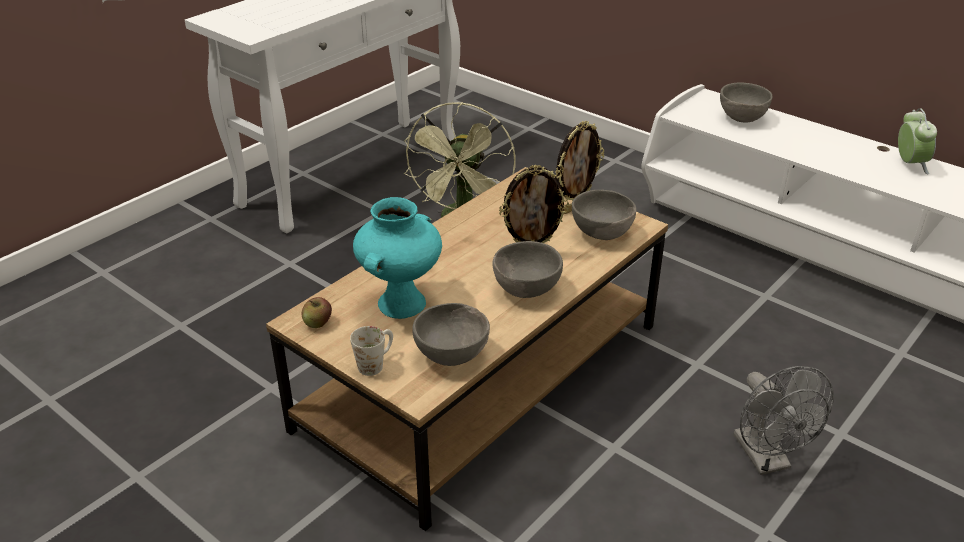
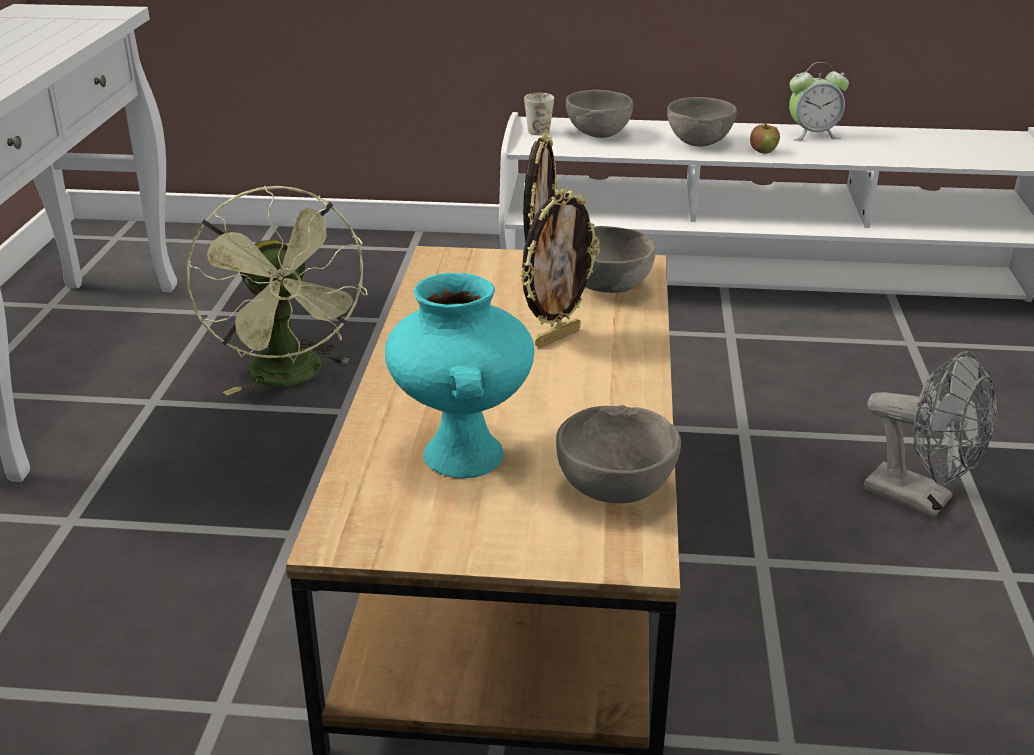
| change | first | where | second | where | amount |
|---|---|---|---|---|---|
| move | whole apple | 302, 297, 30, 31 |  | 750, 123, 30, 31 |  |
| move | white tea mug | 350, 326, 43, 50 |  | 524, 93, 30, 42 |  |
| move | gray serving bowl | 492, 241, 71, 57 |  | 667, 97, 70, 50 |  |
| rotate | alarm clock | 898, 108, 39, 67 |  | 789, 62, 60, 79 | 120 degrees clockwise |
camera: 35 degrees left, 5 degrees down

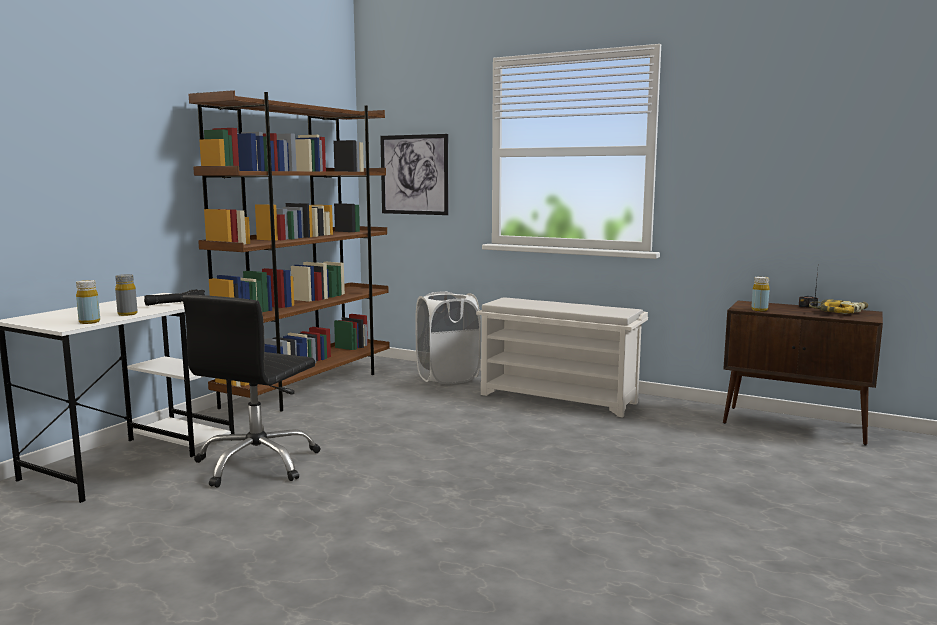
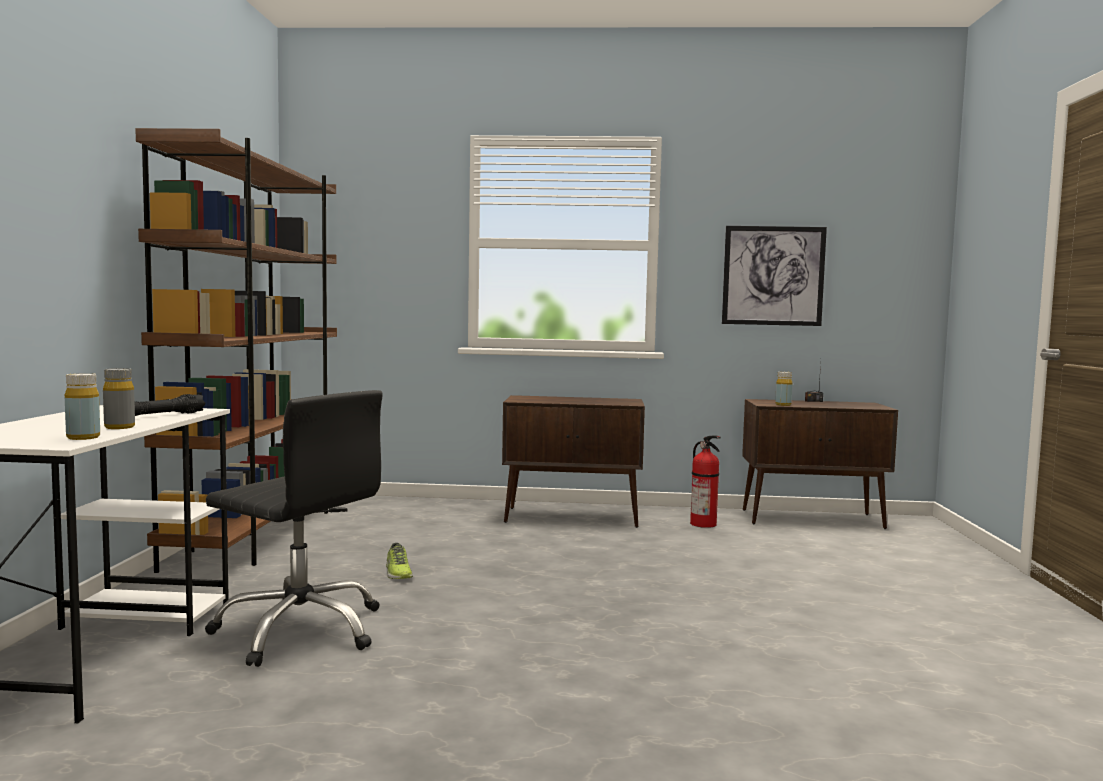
| change | first | where | second | where | amount |
|---|---|---|---|---|---|
| delete | white hamper | 415, 291, 66, 93 |  |  |  |
| delete | drill | 809, 299, 59, 15 |  |  |  |
| insert |  |  | low shoe | 386, 543, 27, 36 |  |
| insert |  |  | fire-fighting cylinder | 690, 436, 31, 92 |  |
| move | wall picture | 380, 134, 69, 81 |  | 722, 226, 105, 100 |  |
| replace | white shoe stand | 476, 297, 172, 120 | brown-coloured cabinet | 502, 395, 143, 133 |  |
| rotate | black office chair | 182, 295, 139, 193 |  | 205, 390, 178, 277 | 60 degrees counterclockwise |
camera: 25 degrees left, 5 degrees down

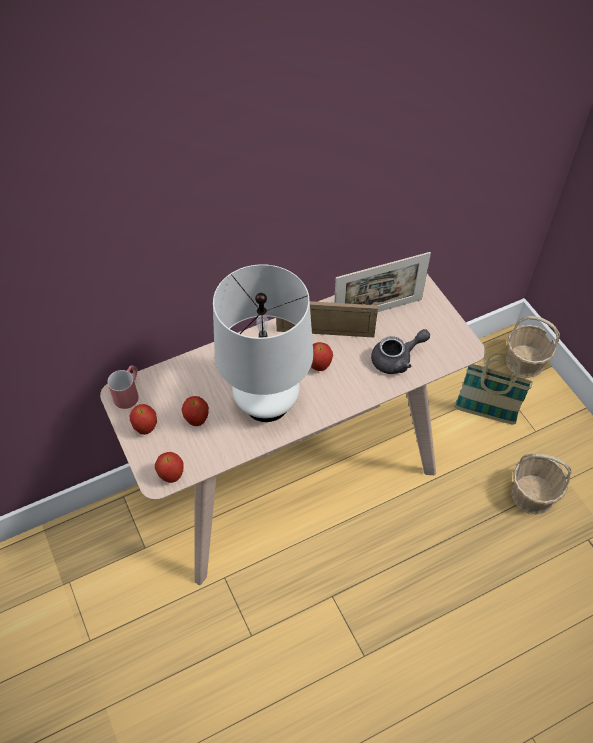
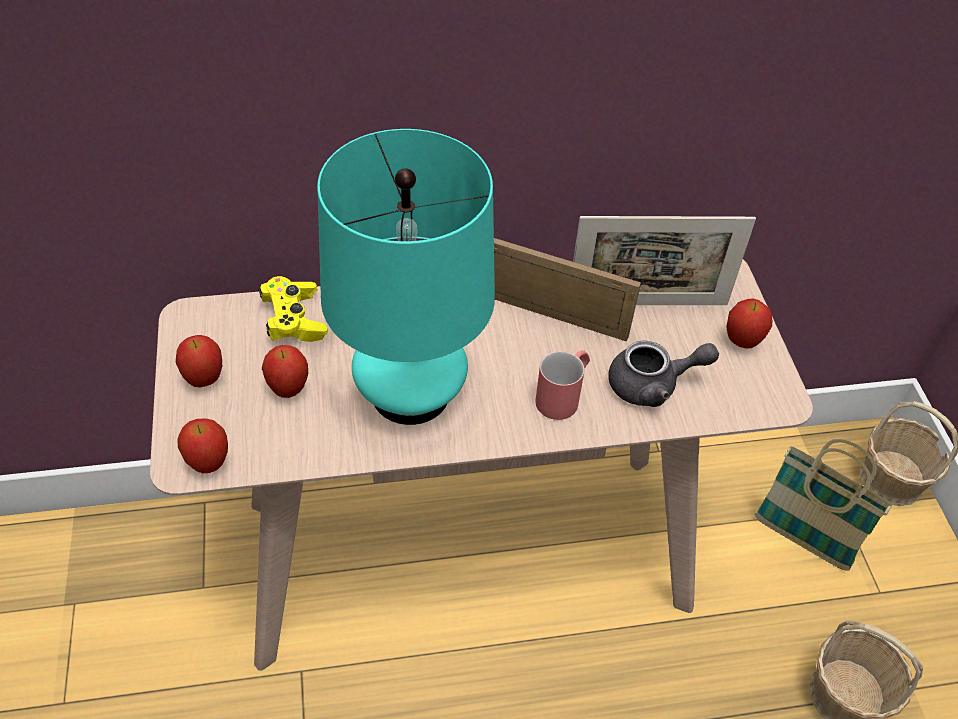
| change | first | where | second | where | amount |
|---|---|---|---|---|---|
| insert |  |  | yellow game controller | 258, 276, 70, 66 |  |
| move | red tea mug | 107, 365, 31, 44 |  | 535, 350, 55, 70 |  |
| move | whole apple | 311, 342, 22, 29 |  | 726, 298, 46, 50 |  |
| recolor | white tabletop lamp | 213, 264, 100, 158 | blue-green tabletop lamp | 317, 129, 178, 296 |  |
camera: 15 degrees right, 5 degrees down

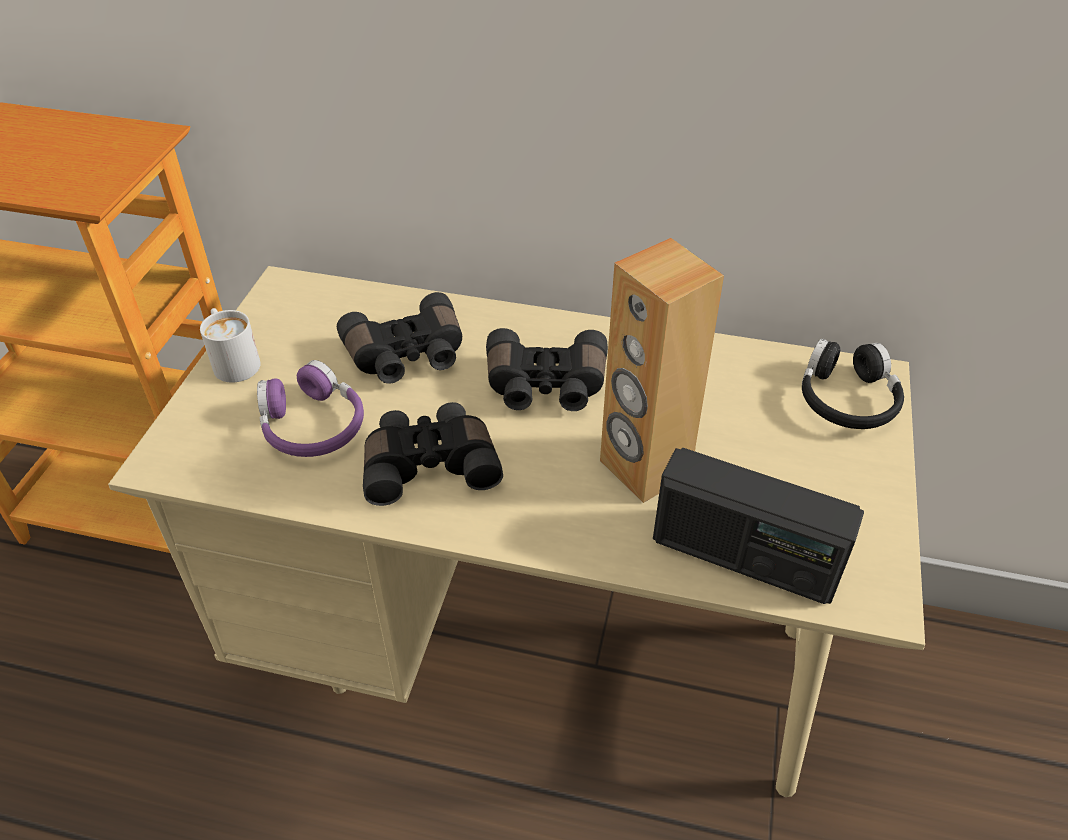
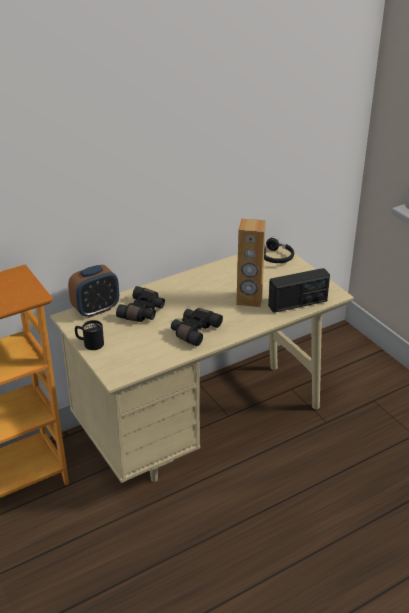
| change | first | where | second | where | amount |
|---|---|---|---|---|---|
| delete | purplish headphones | 257, 360, 107, 97 |  |  |  |
| delete | black pair of binoculars | 486, 328, 122, 83 |  |  |  |
| insert |  |  | alarm clock | 68, 265, 51, 53 |  |
| recolor | white tea mug | 200, 308, 61, 75 | black tea mug | 75, 320, 29, 30 |  |
camera: 45 degrees left, 10 degrees down

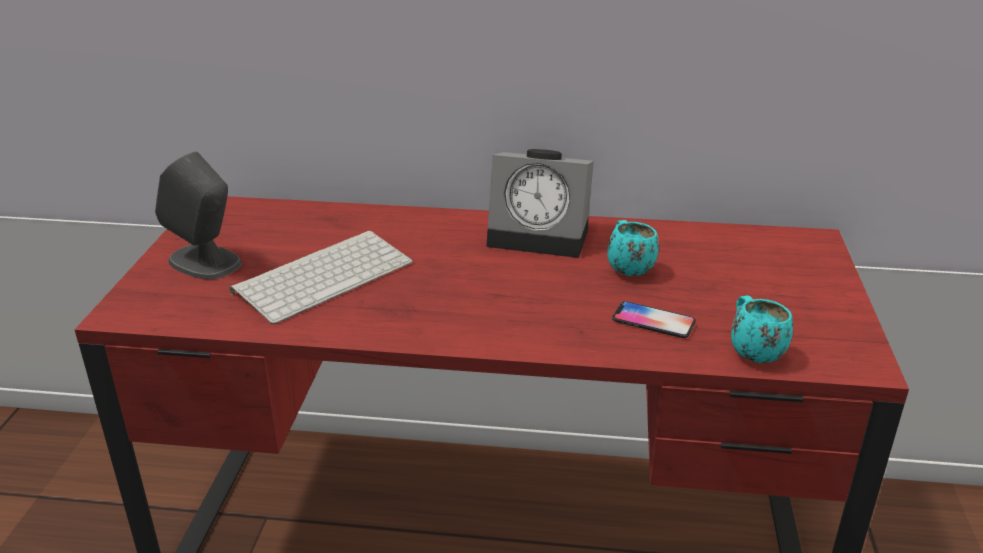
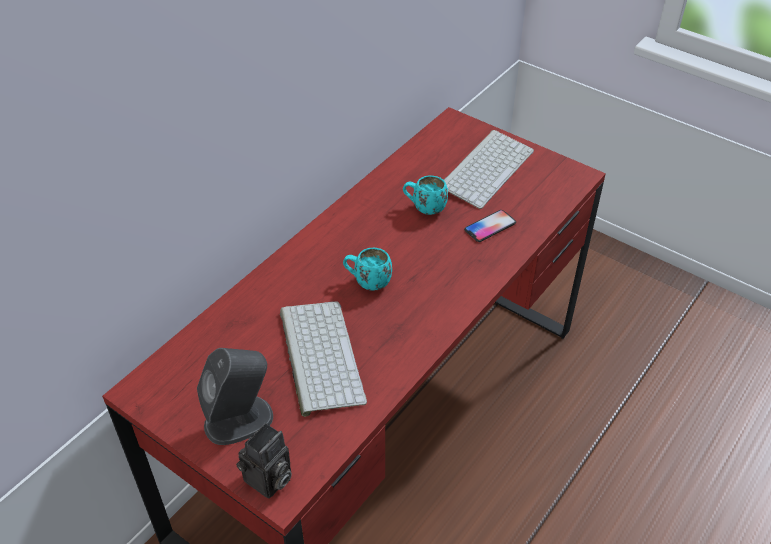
| change | first | where | second | where | amount |
|---|---|---|---|---|---|
| delete | alarm clock | 486, 149, 108, 109 |  |  |  |
| insert |  |  | still camera | 236, 423, 56, 76 |  |
| insert |  |  | keyboard | 444, 130, 90, 79 |  |
| move | blue-green tea mug | 731, 295, 62, 68 |  | 343, 248, 49, 43 |  |
camera: 60 degrees left, 15 degrees up

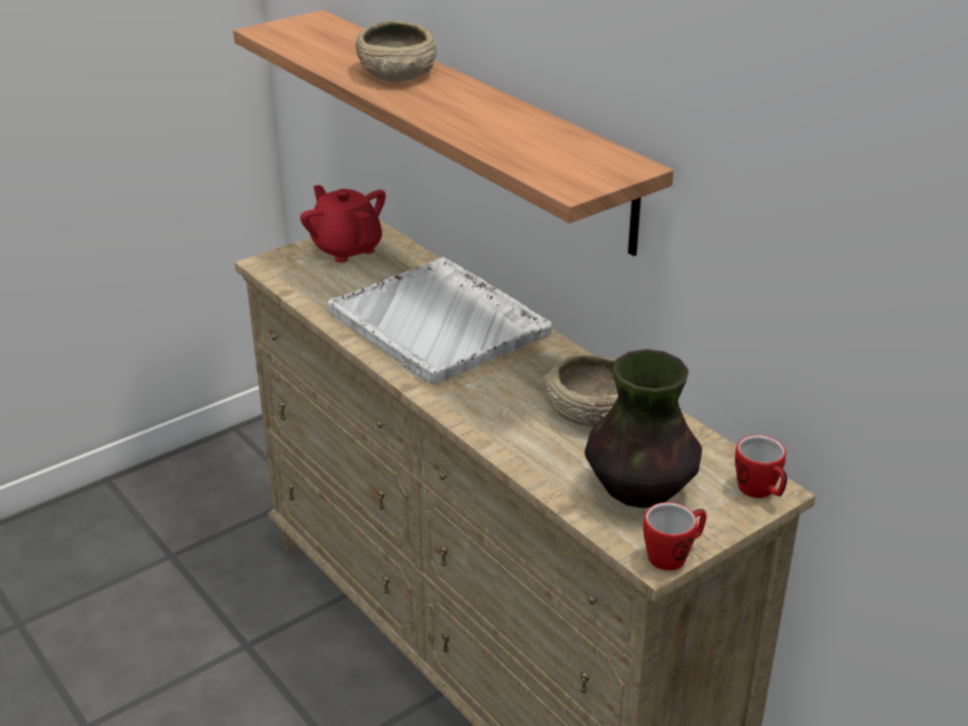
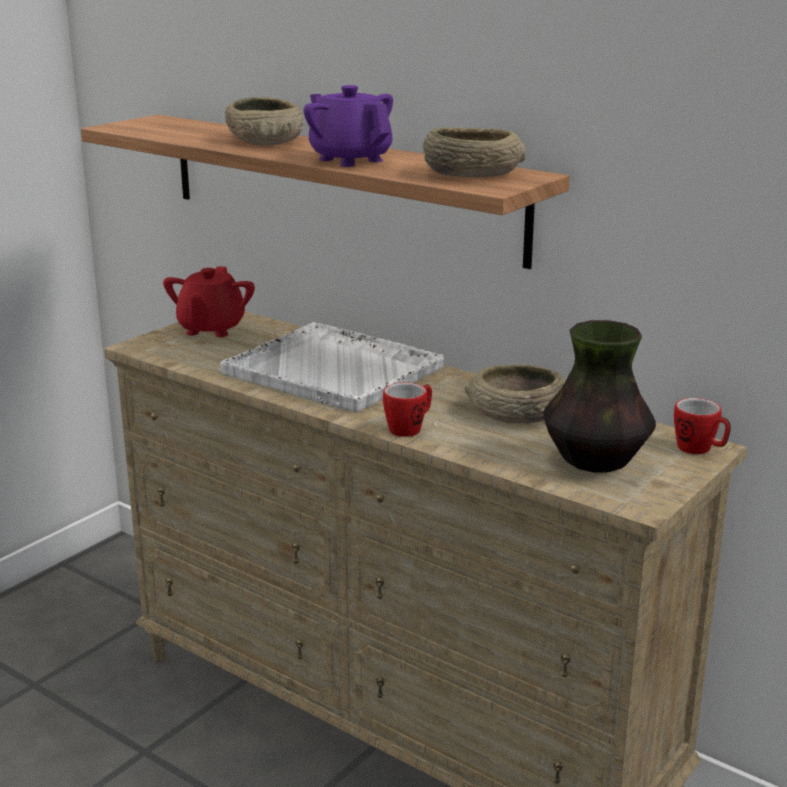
| change | first | where | second | where | amount |
|---|---|---|---|---|---|
| insert |  |  | purplish pot for tea | 303, 85, 90, 82 |  |
| insert |  |  | sand-coloured serving bowl | 423, 127, 103, 50 |  |
| move | tea mug | 643, 502, 64, 69 |  | 383, 382, 49, 55 |  |
| rotate | red pot for tea | 300, 185, 86, 78 |  | 163, 266, 92, 71 | 120 degrees counterclockwise |
camera: 15 degrees left, 10 degrees down

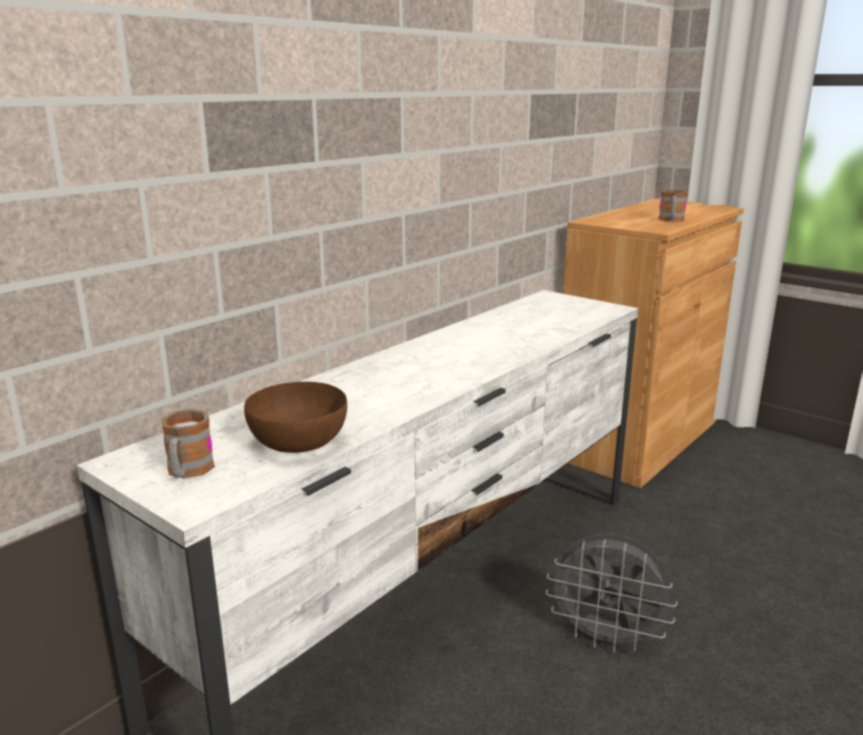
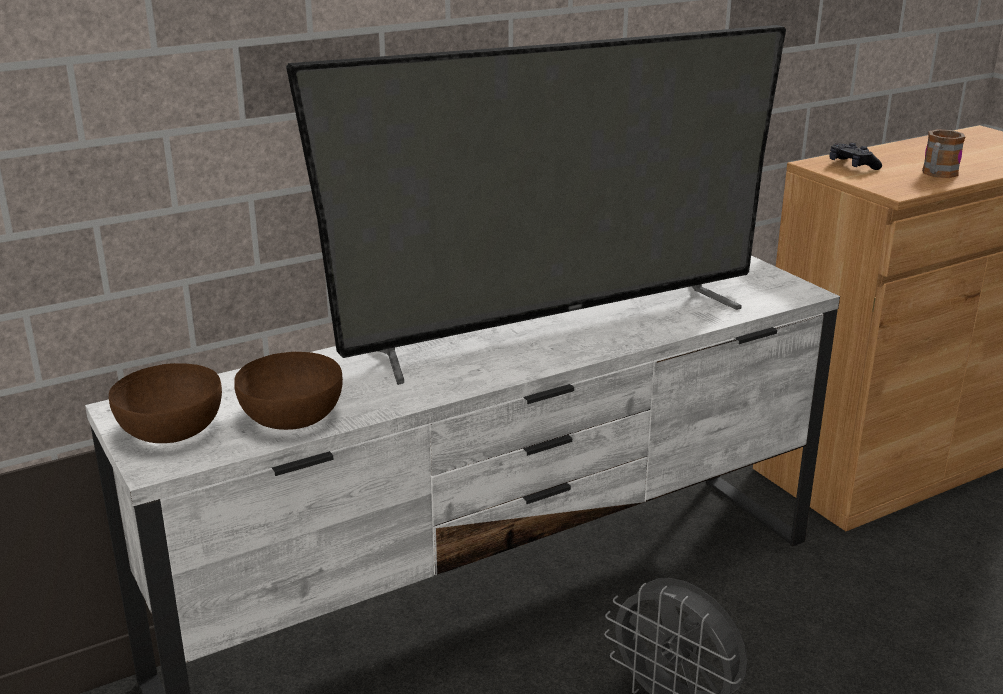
| change | first | where | second | where | amount |
|---|---|---|---|---|---|
| insert |  |  | television | 286, 25, 500, 360 |  |
| insert |  |  | black game controller | 830, 143, 52, 27 |  |
| replace | tea mug | 161, 409, 54, 70 | brown-coloured serving bowl | 109, 363, 113, 80 |  |
camera: 20 degrees right, 5 degrees up

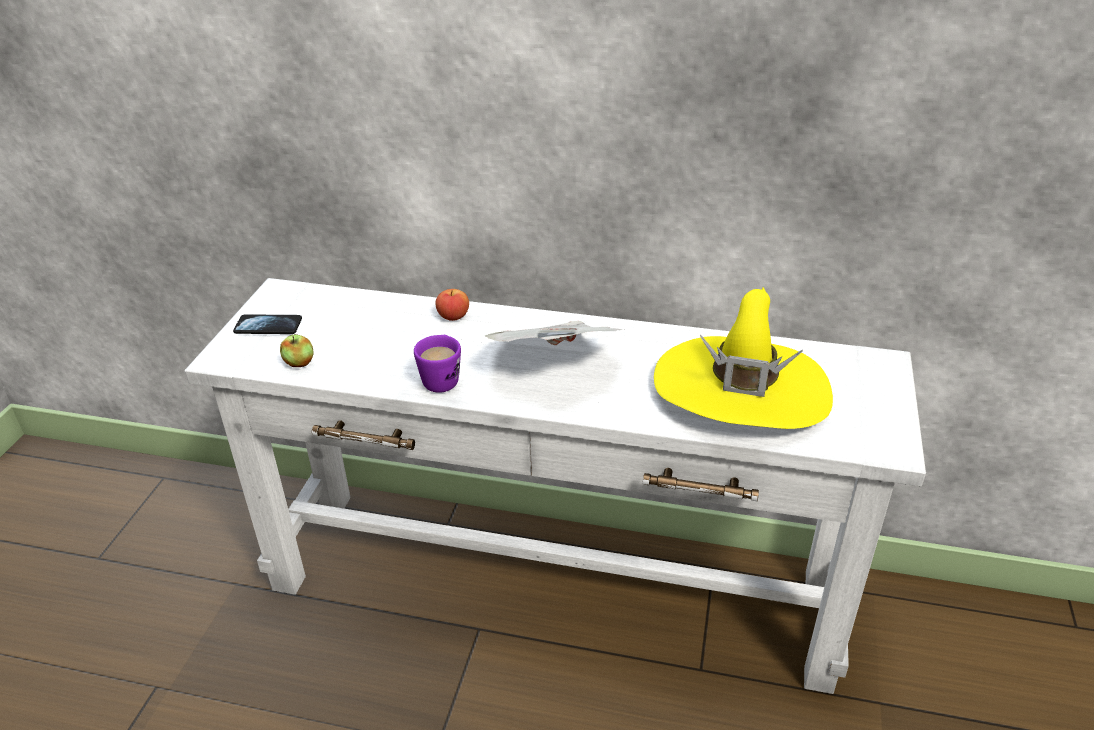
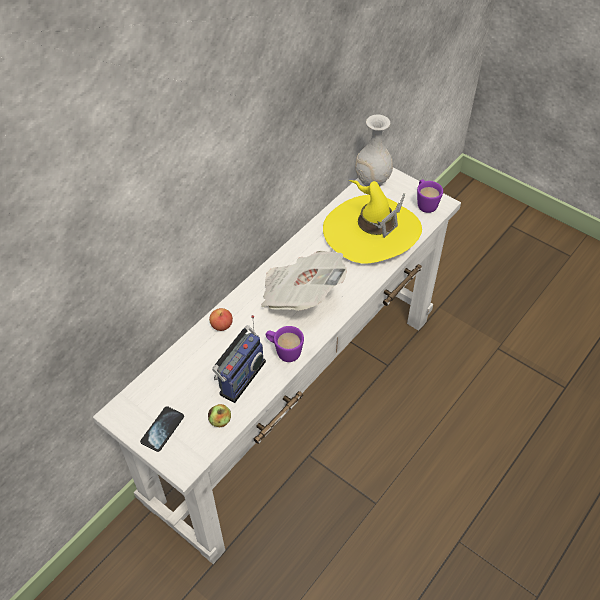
| change | first | where | second | where | amount |
|---|---|---|---|---|---|
| insert |  |  | radio receiver | 212, 315, 54, 88 |  |
| insert |  |  | white decorative vase | 355, 115, 38, 72 |  |
| insert |  |  | purplish tea mug | 417, 180, 26, 33 |  |
camera: 65 degrees left, 15 degrees up

